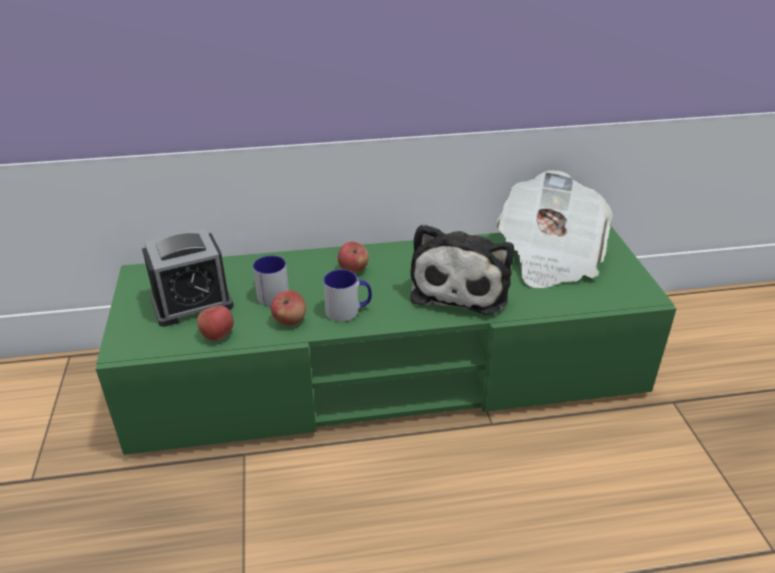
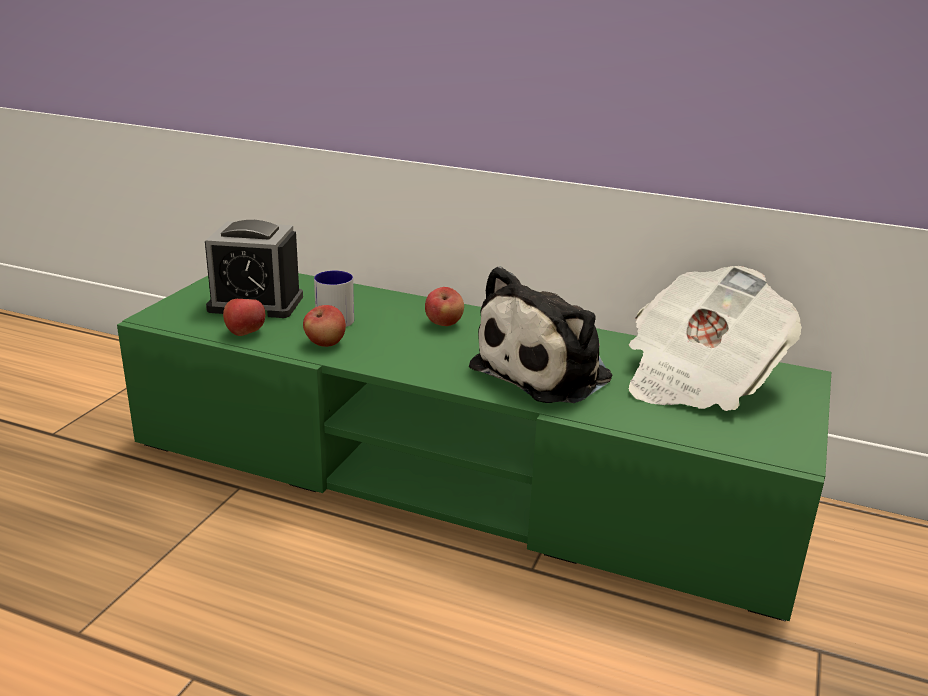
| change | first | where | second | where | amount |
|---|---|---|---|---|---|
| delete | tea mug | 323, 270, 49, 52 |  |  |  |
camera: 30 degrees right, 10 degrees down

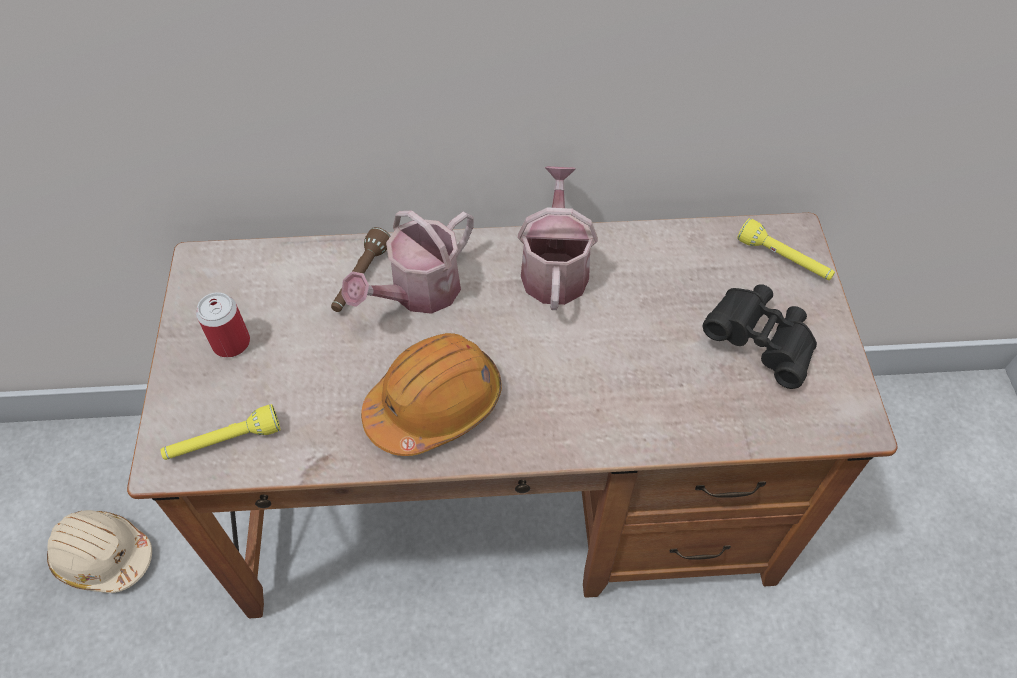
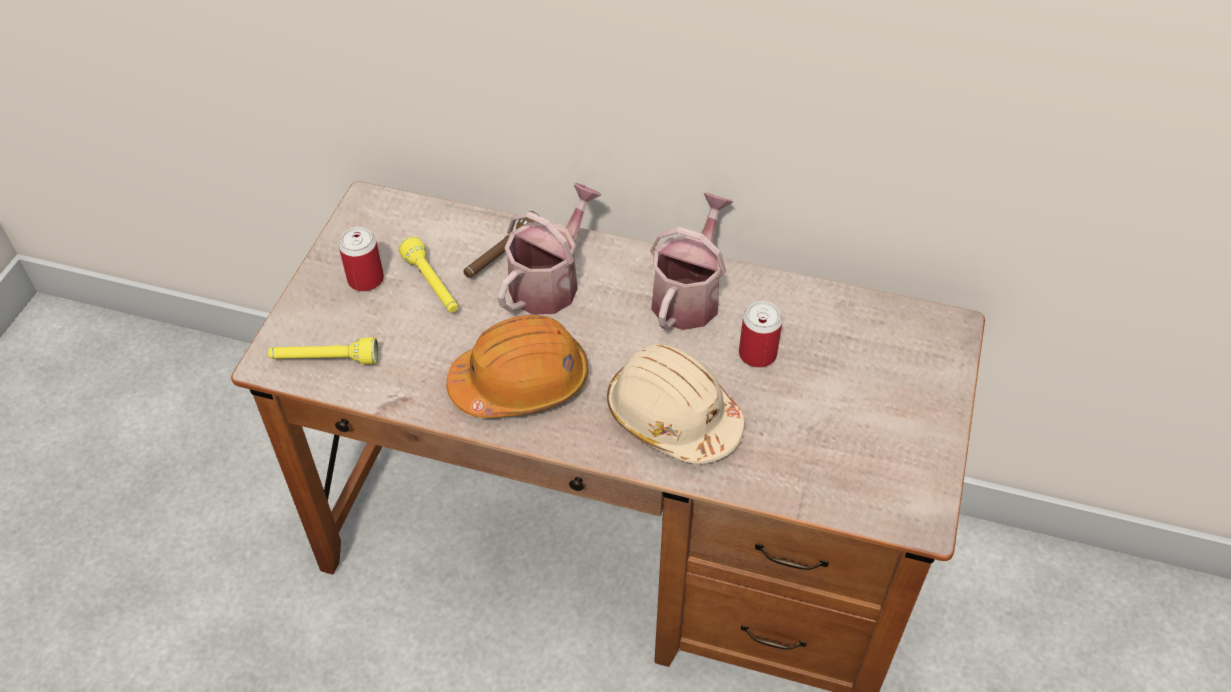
| change | first | where | second | where | amount |
|---|---|---|---|---|---|
| delete | black pair of binoculars | 703, 284, 114, 105 |  |  |  |
| insert |  |  | sealed can | 739, 301, 44, 67 |  |
| move | sand-coloured hard hat | 47, 510, 105, 83 |  | 607, 344, 137, 119 |  |
| move | yellow torch | 737, 218, 98, 62 |  | 398, 236, 60, 77 |  |
| rotate | watering can | 341, 210, 133, 104 |  | 497, 183, 104, 132 | 150 degrees clockwise |
camera: 20 degrees right, 5 degrees down

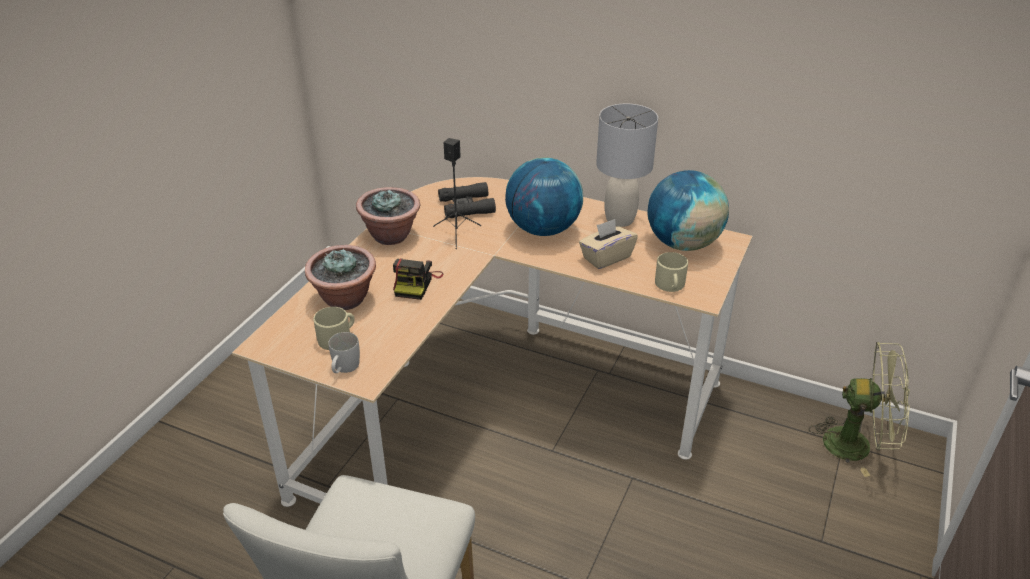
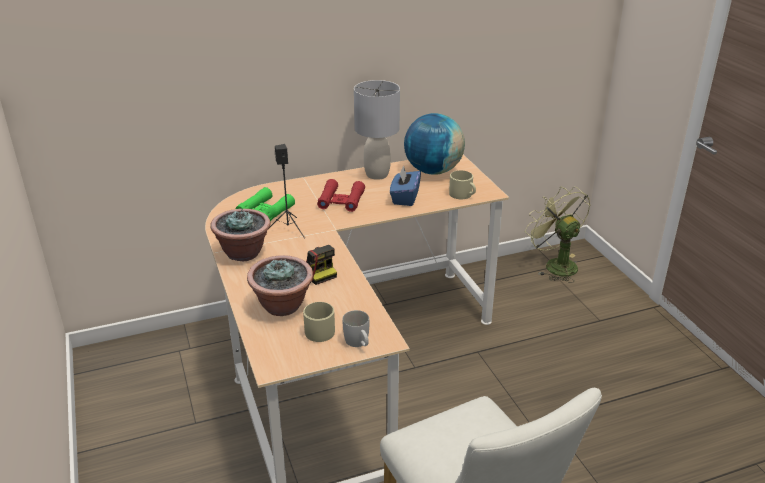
| change | first | where | second | where | amount |
|---|---|---|---|---|---|
| replace | world globe | 505, 157, 78, 79 | red pair of binoculars | 317, 179, 48, 33 |  |
| recolor | black pair of binoculars | 438, 182, 58, 36 | green pair of binoculars | 236, 187, 59, 34 |  |
| recolor | sand-coloured tissue holder | 579, 219, 59, 50 | blue tissue holder | 390, 166, 31, 40 |  |
| rotate | green fan | 809, 342, 101, 135 |  | 525, 187, 65, 96 | 90 degrees counterclockwise |
camera: 45 degrees left, 5 degrees down

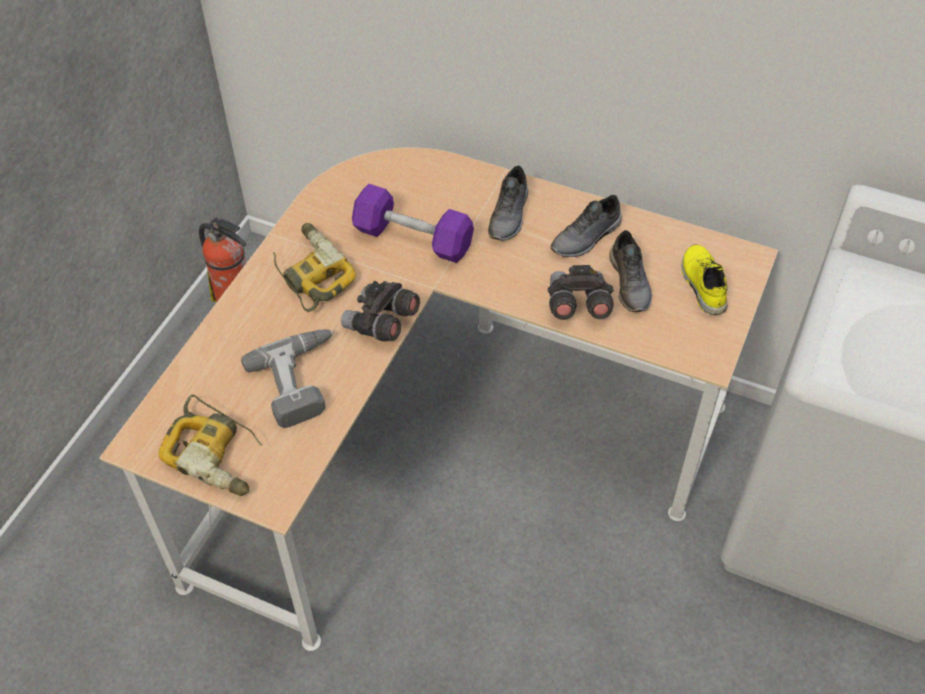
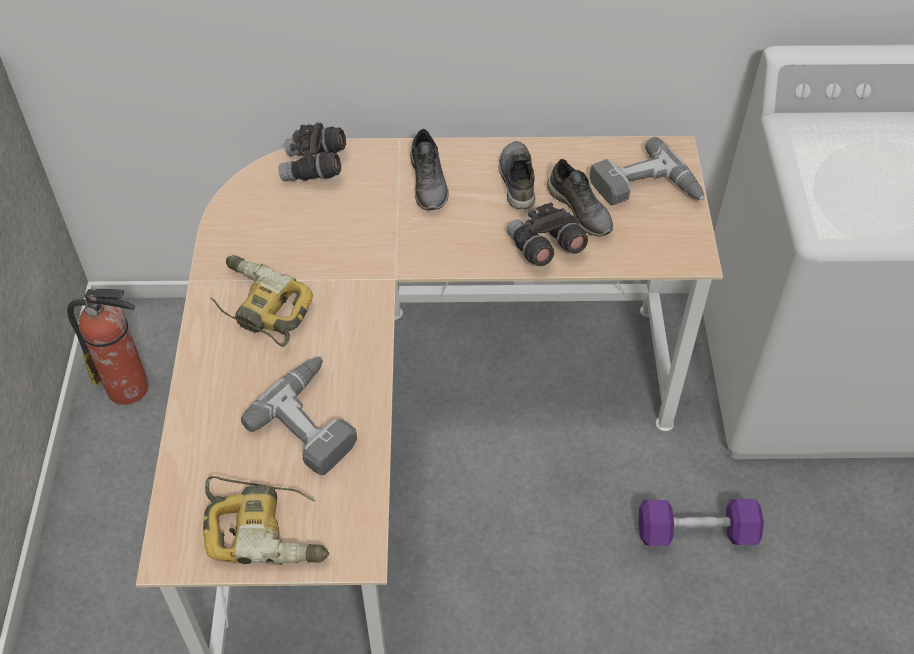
| change | first | where | second | where | amount |
|---|---|---|---|---|---|
| move | gray pair of binoculars | 341, 281, 79, 61 |  | 278, 123, 68, 58 |  |
| move | purplish dumbbell | 352, 184, 122, 79 |  | 638, 499, 126, 47 |  |
| replace | yellow low shoe | 681, 244, 46, 71 | drill | 590, 137, 114, 68 |  |
| rotate | gray low shoe | 550, 195, 72, 62 |  | 498, 141, 37, 68 | 150 degrees clockwise |
camera: 25 degrees left, 0 degrees up

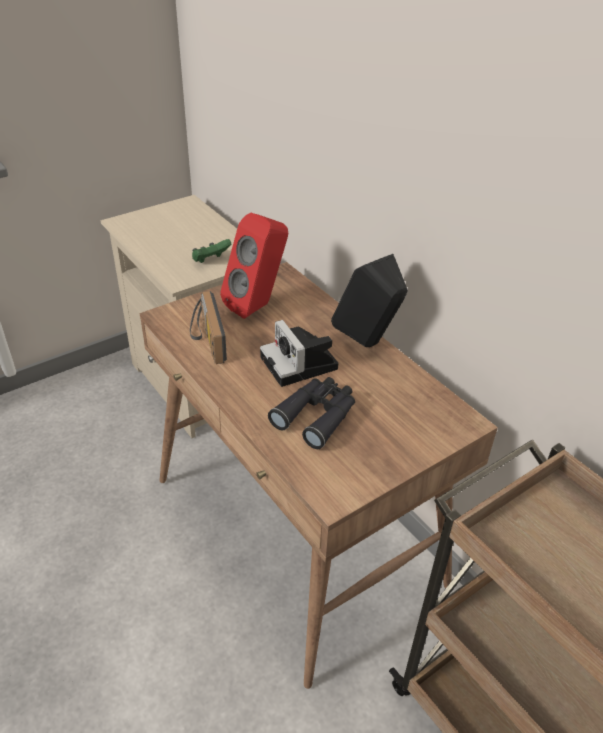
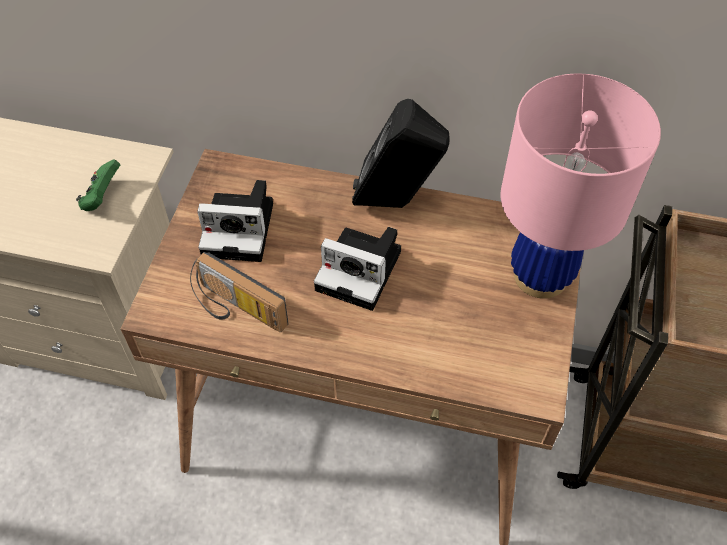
| change | first | where | second | where | amount |
|---|---|---|---|---|---|
| delete | black pair of binoculars | 268, 377, 87, 72 |  |  |  |
| insert |  |  | pink-coloured tabletop lamp | 501, 74, 160, 225 |  |
| replace | red loudspeaker | 220, 213, 68, 106 | still camera | 197, 180, 76, 82 |  |
camera: 40 degrees left, 15 degrees up

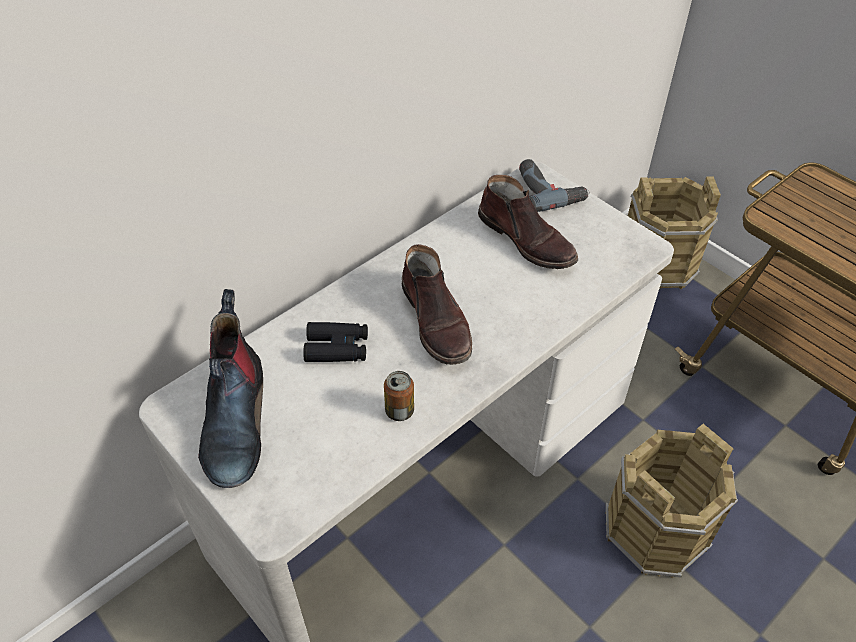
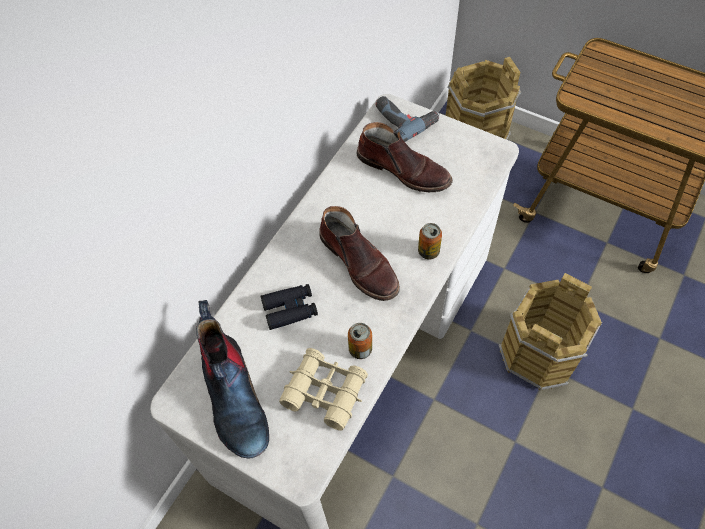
| change | first | where | second | where | amount |
|---|---|---|---|---|---|
| insert |  |  | sand-coloured pair of binoculars | 279, 348, 89, 82 |  |
| insert |  |  | sealed can | 418, 223, 24, 36 |  |
camera: 15 degrees left, 10 degrees up

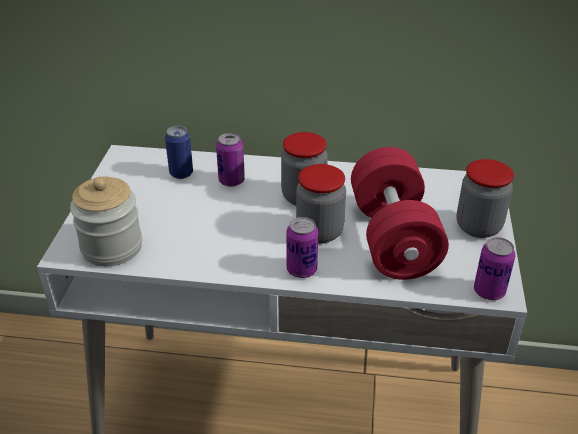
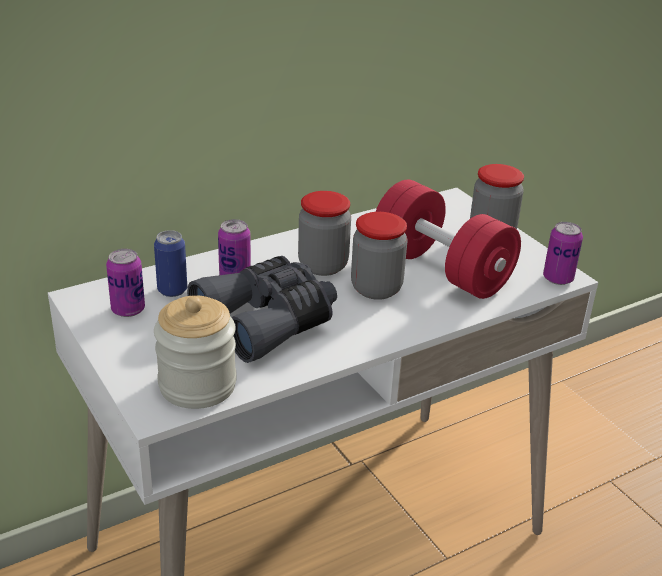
| change | first | where | second | where | amount |
|---|---|---|---|---|---|
| insert |  |  | gray pair of binoculars | 187, 256, 150, 107 |  |
| move | sealed can | 287, 217, 31, 61 |  | 106, 249, 39, 68 |  |
camera: 40 degrees left, 5 degrees down

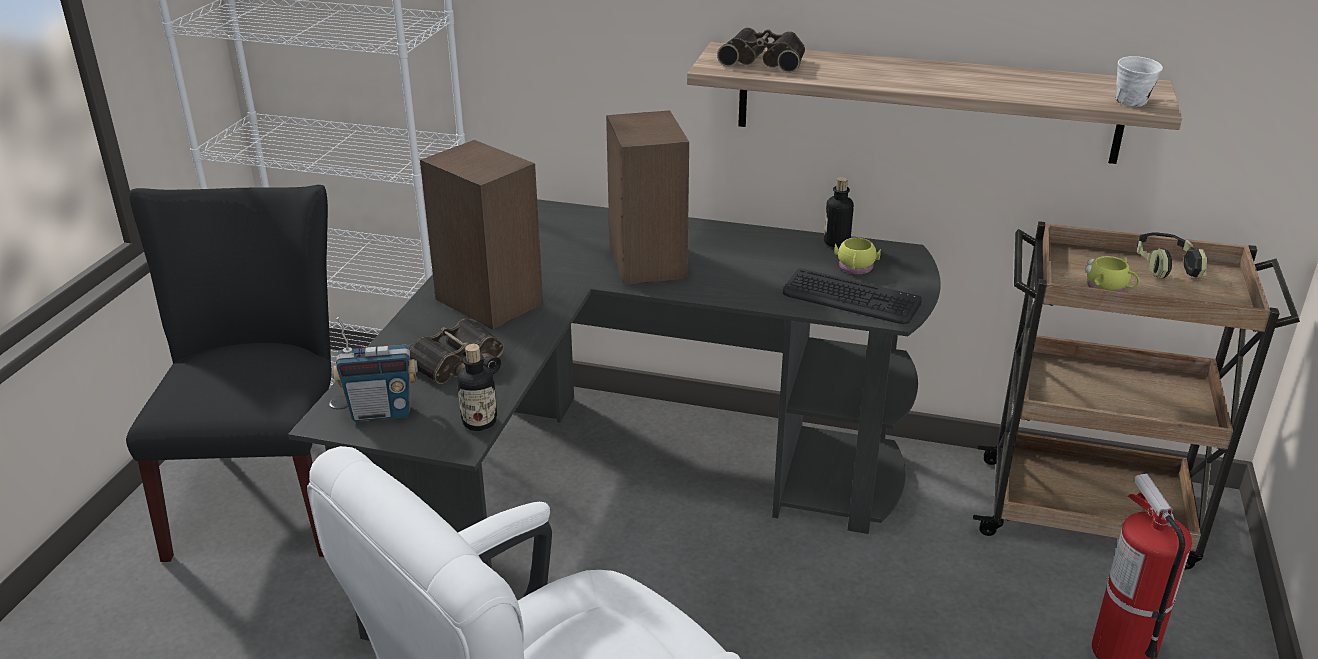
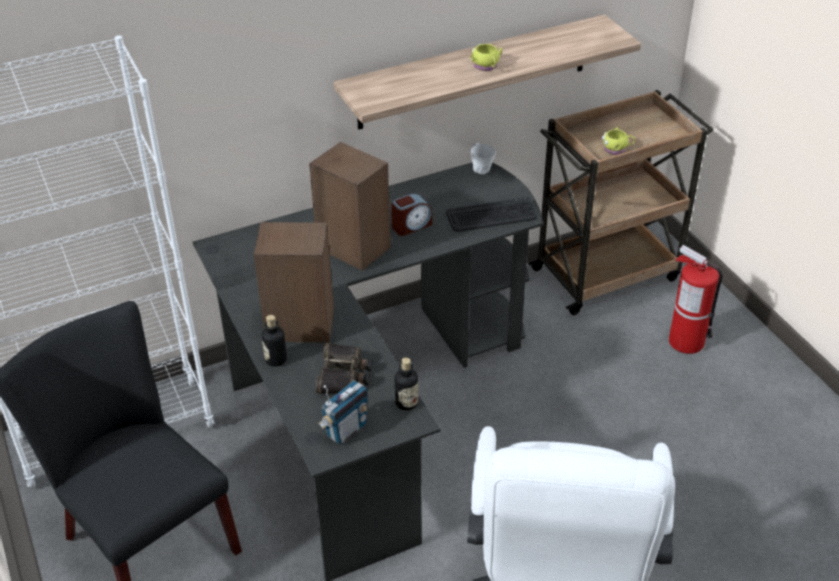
| change | first | where | second | where | amount |
|---|---|---|---|---|---|
| delete | pair of binoculars | 717, 28, 88, 45 |  |  |  |
| delete | headphones | 1137, 232, 70, 46 |  |  |  |
| insert |  |  | alarm clock | 391, 193, 41, 43 |  |
| move | drink bottle | 824, 177, 30, 71 |  | 262, 315, 25, 52 |  |
| move | yellow tea mug | 834, 238, 47, 36 |  | 470, 44, 32, 27 |  |
| move | white tea mug | 1115, 56, 48, 51 |  | 471, 143, 25, 31 |  |
camera: 40 degrees left, 10 degrees up

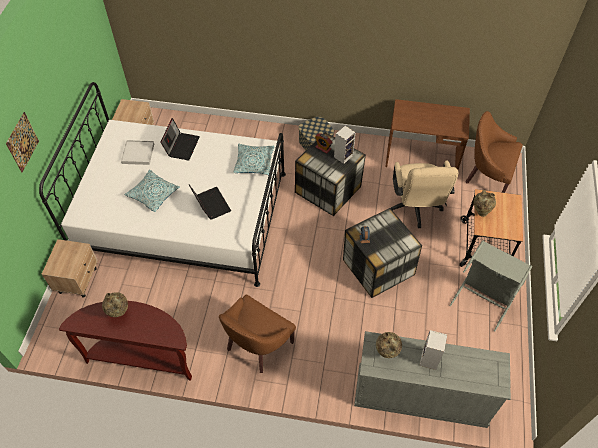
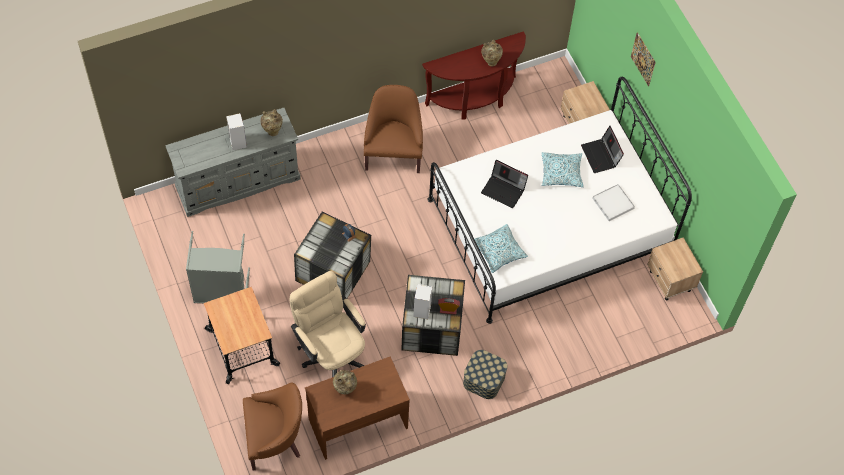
| change | first | where | second | where | amount |
|---|---|---|---|---|---|
| move | laptop | 160, 118, 40, 43 |  | 581, 126, 43, 47 |  |
| move | sand-coloured decorative vase | 473, 190, 23, 27 |  | 333, 370, 24, 24 |  |
camera: 145 degrees right, 5 degrees up

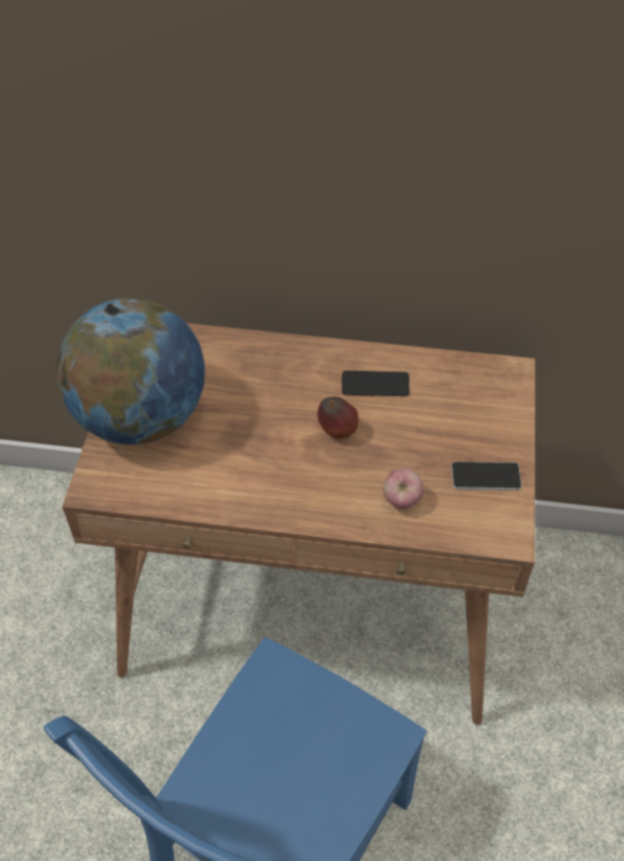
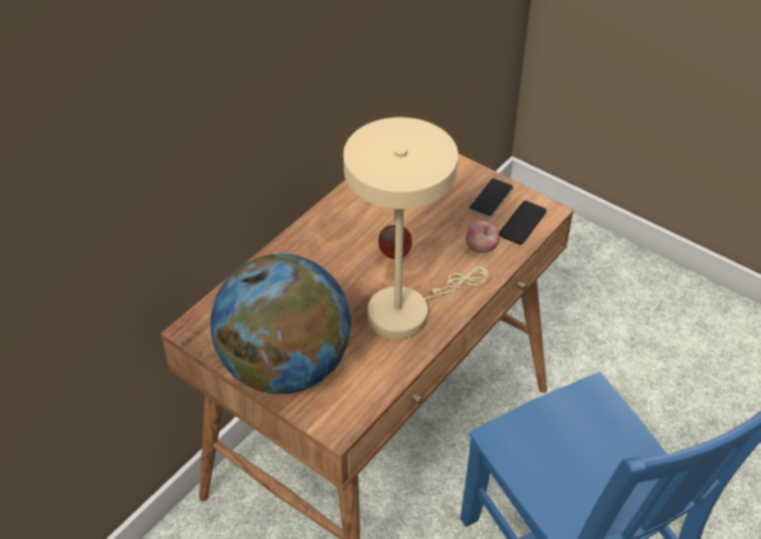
| change | first | where | second | where | amount |
|---|---|---|---|---|---|
| insert |  |  | sand-coloured tabletop lamp | 343, 117, 145, 222 |  |
| move | handset | 342, 371, 68, 25 |  | 499, 201, 48, 44 |  |
camera: 60 degrees left, 5 degrees down

